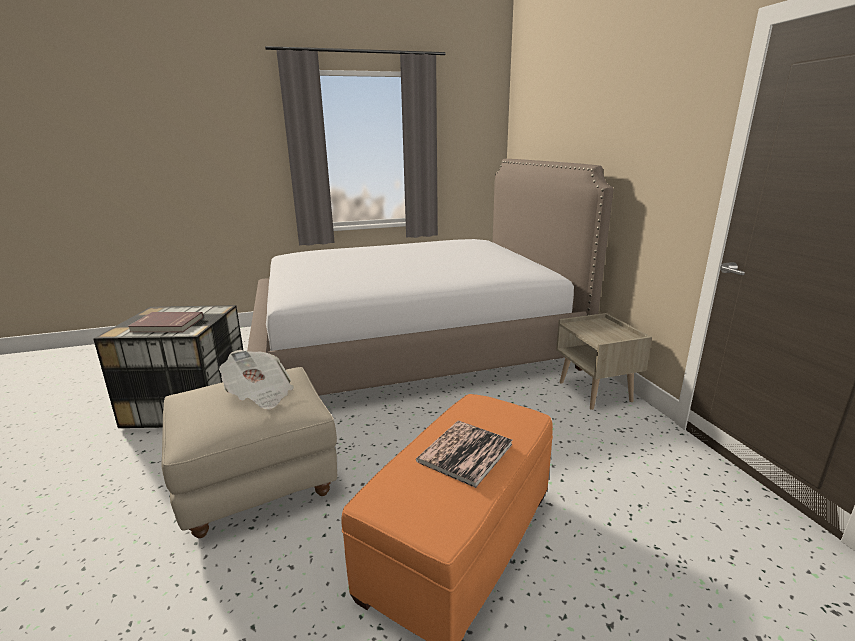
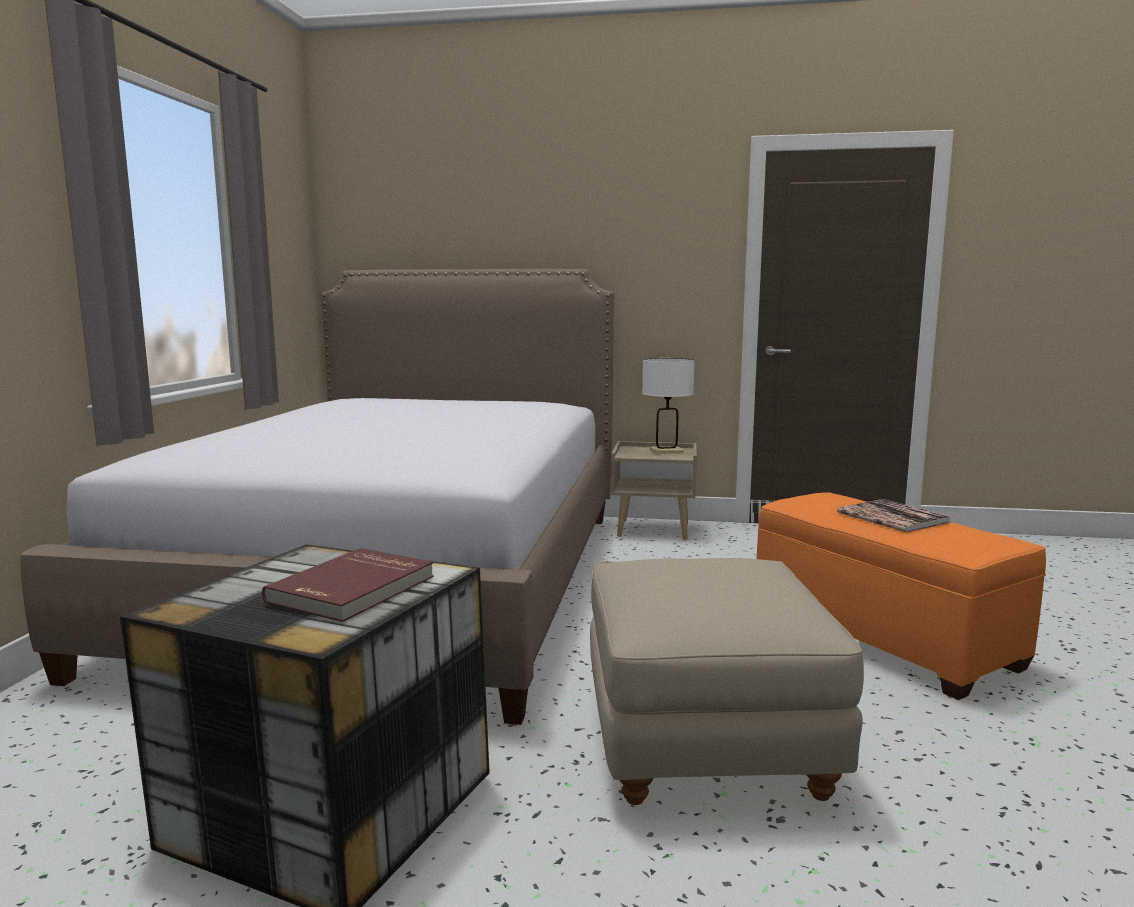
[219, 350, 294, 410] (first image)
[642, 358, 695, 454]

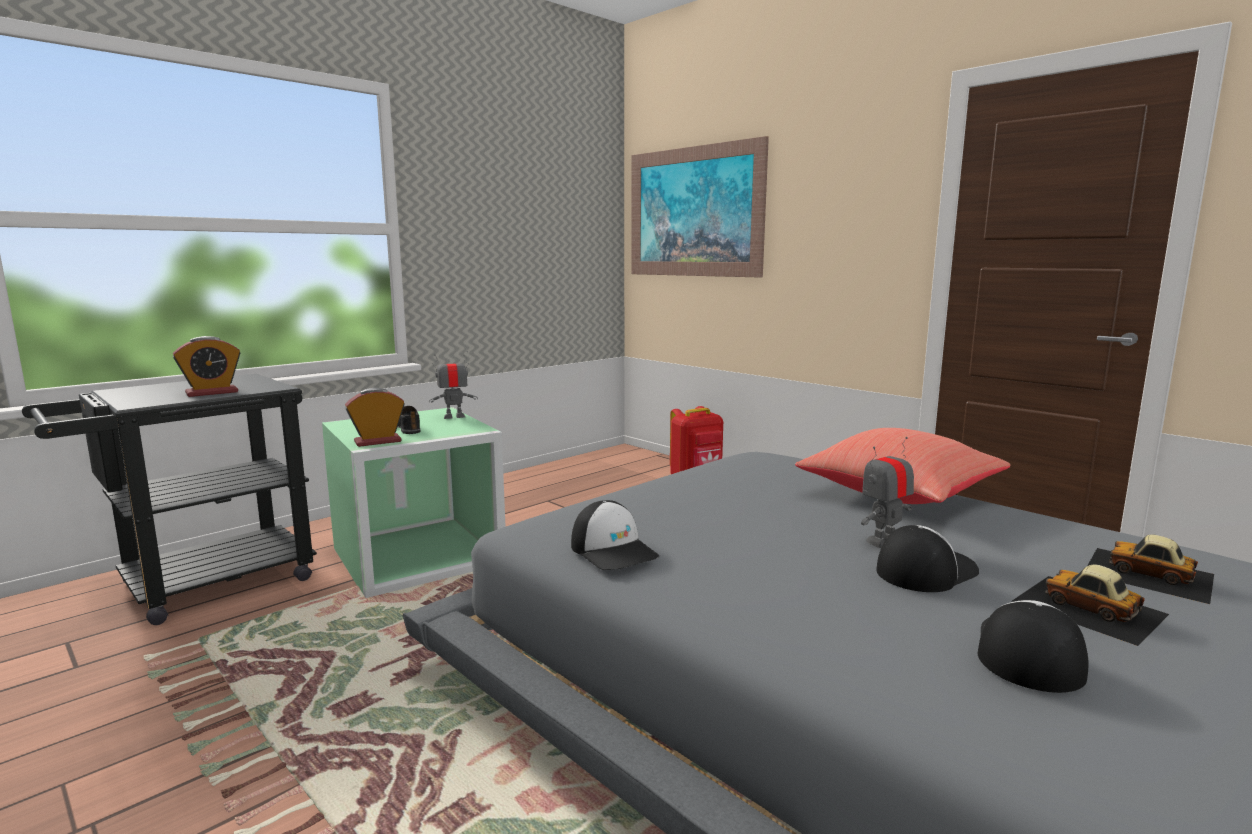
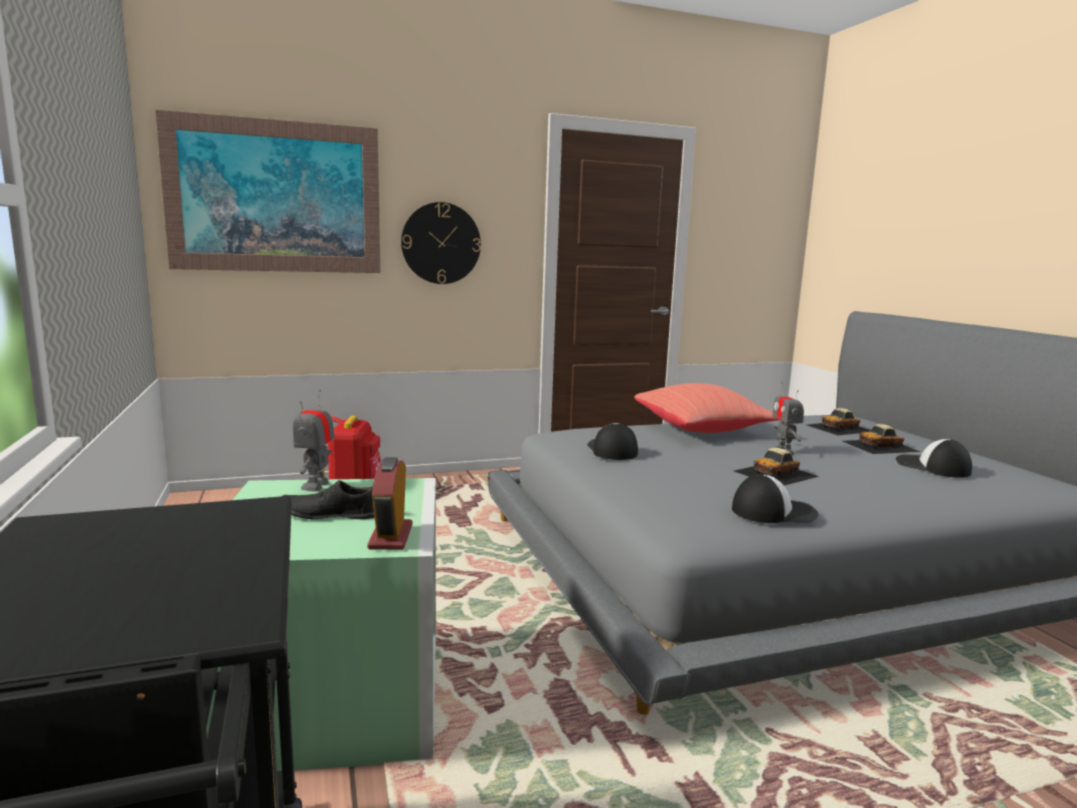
[173, 336, 240, 397] (first image)
[587, 423, 638, 460]
[401, 202, 481, 284]
[734, 448, 820, 486]

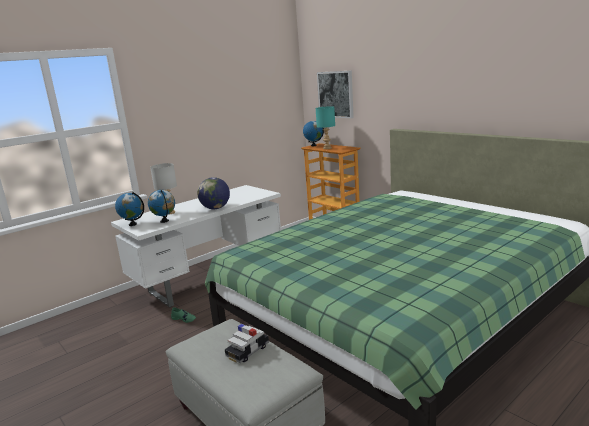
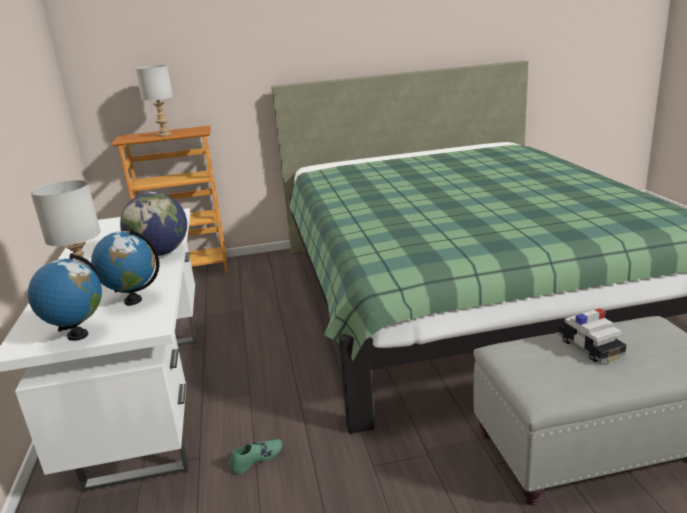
[303, 121, 324, 146] (first image)
[135, 65, 173, 137]
[317, 70, 354, 118] (first image)

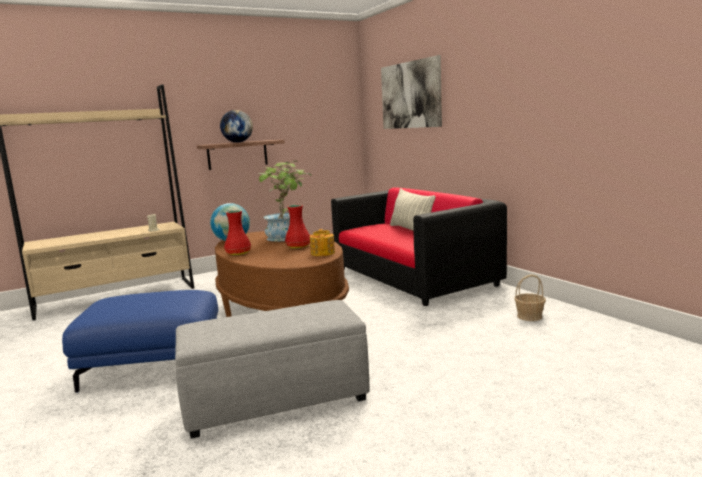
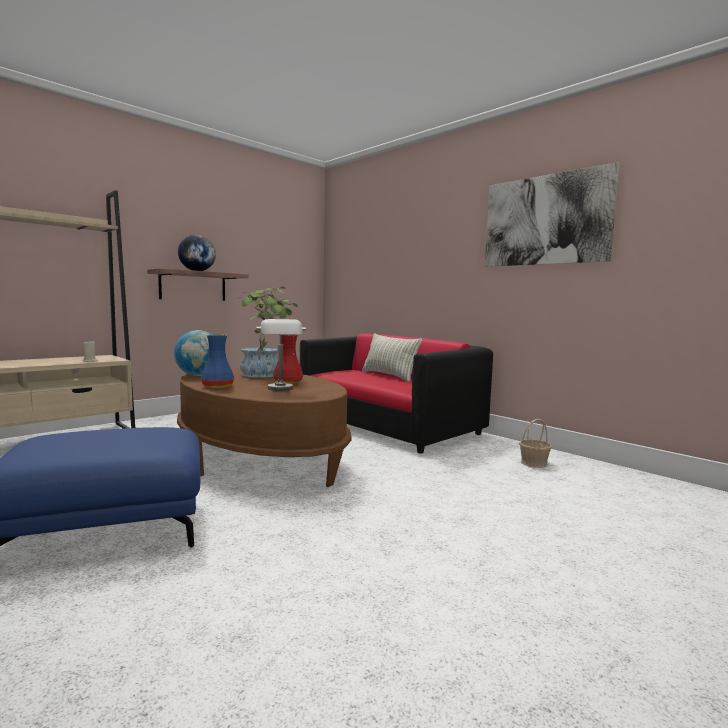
[175, 300, 370, 439] (first image)
[201, 335, 234, 389]
[310, 229, 335, 256] (first image)
[485, 162, 620, 267]
[256, 319, 306, 391]

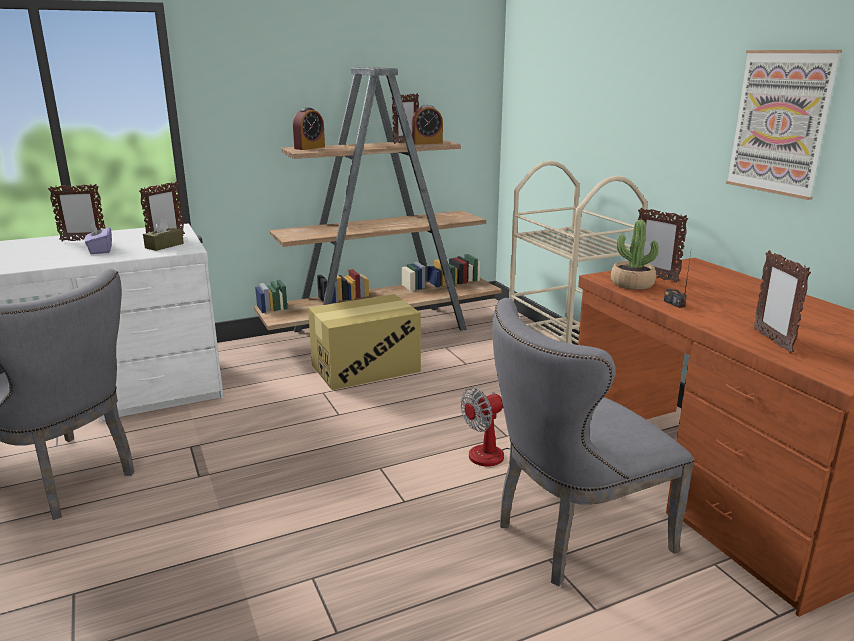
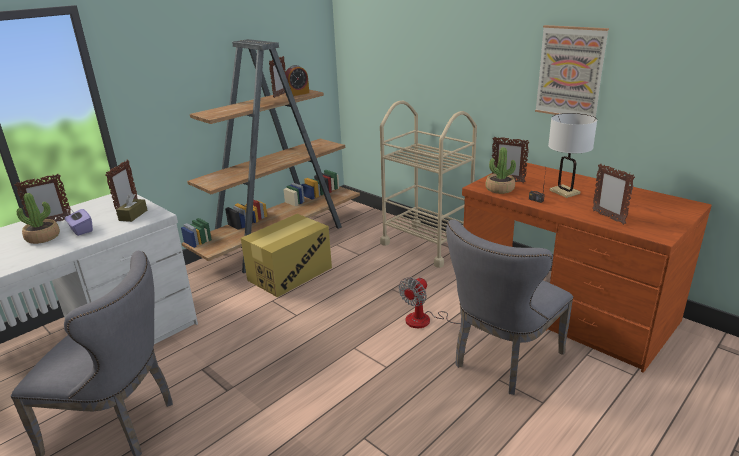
[293, 107, 325, 150] (first image)
[17, 193, 60, 244]
[548, 113, 597, 198]

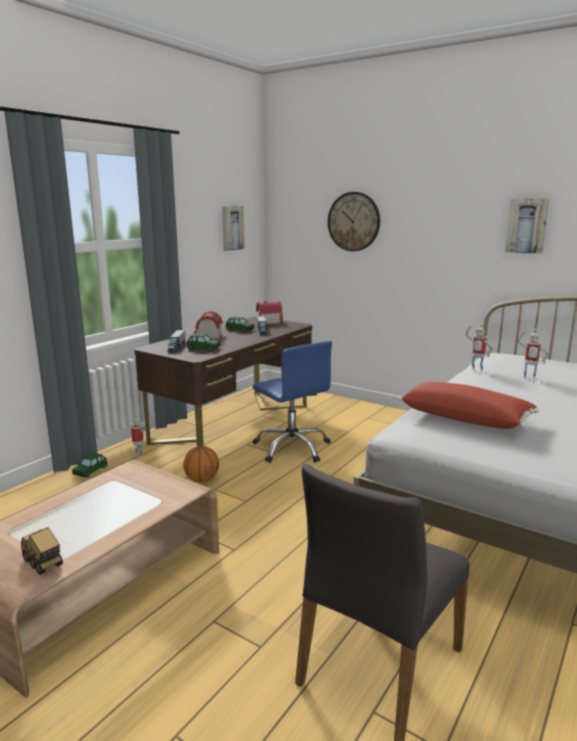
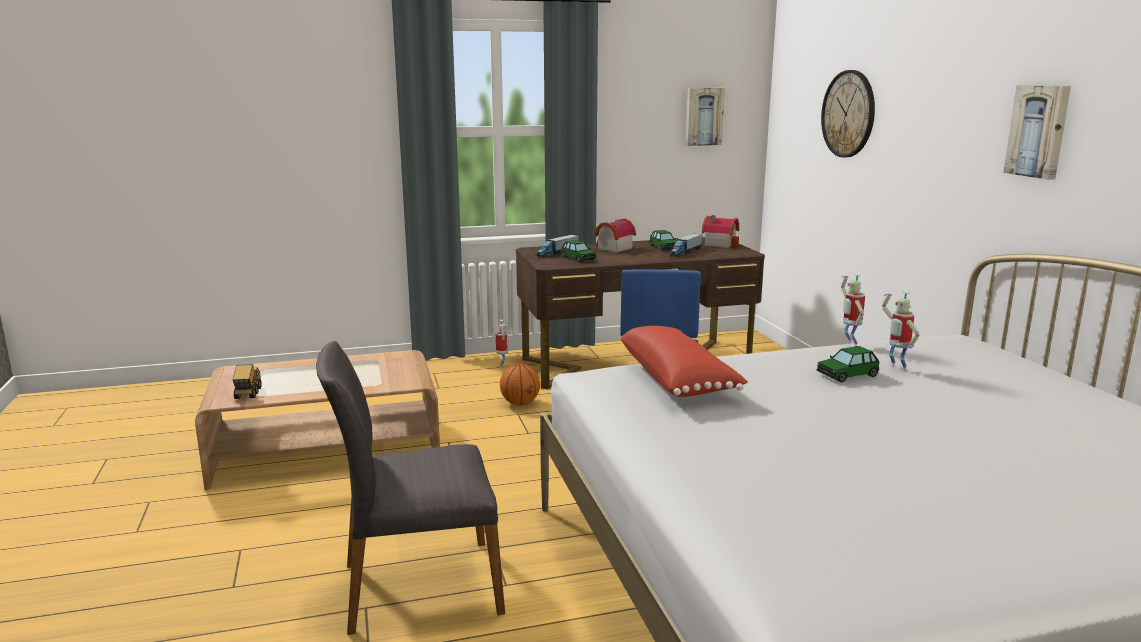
[816, 346, 880, 382]

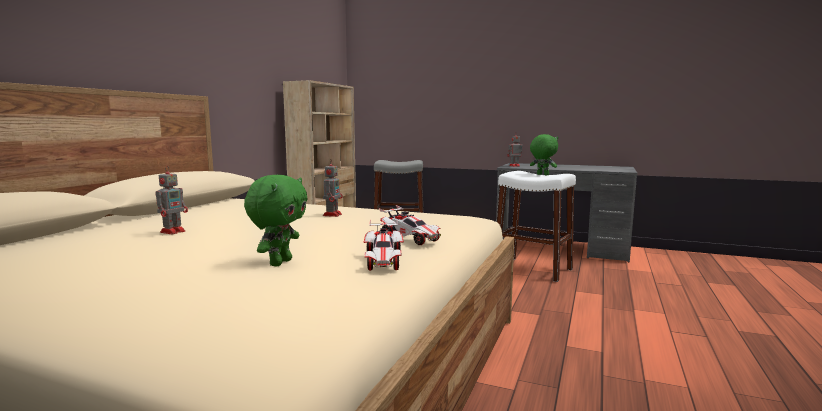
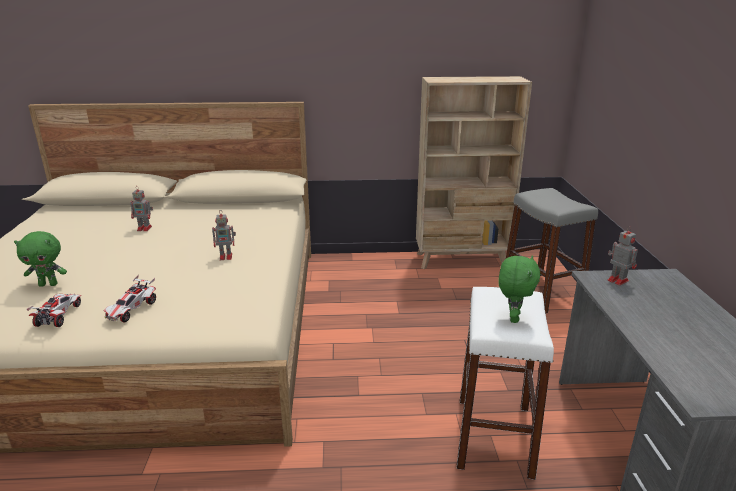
[27, 294, 81, 327]

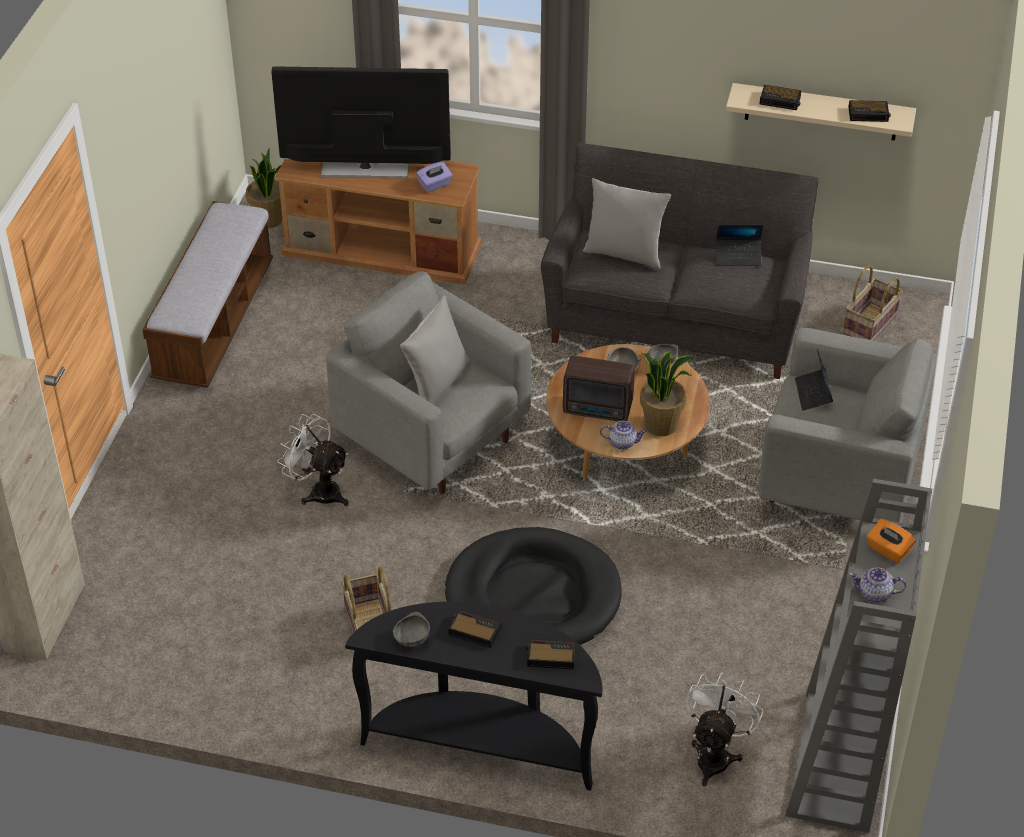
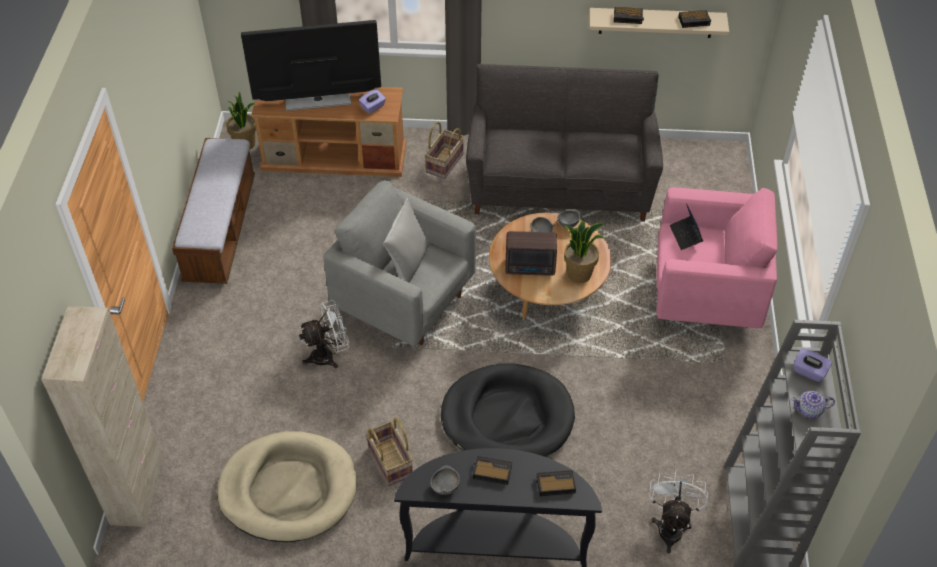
[299, 300, 349, 368]
[583, 178, 671, 269] (first image)
[600, 421, 647, 449] (first image)
[716, 225, 763, 265] (first image)
[656, 187, 777, 328]
[424, 122, 464, 179]
[793, 348, 832, 382]
[217, 431, 357, 542]

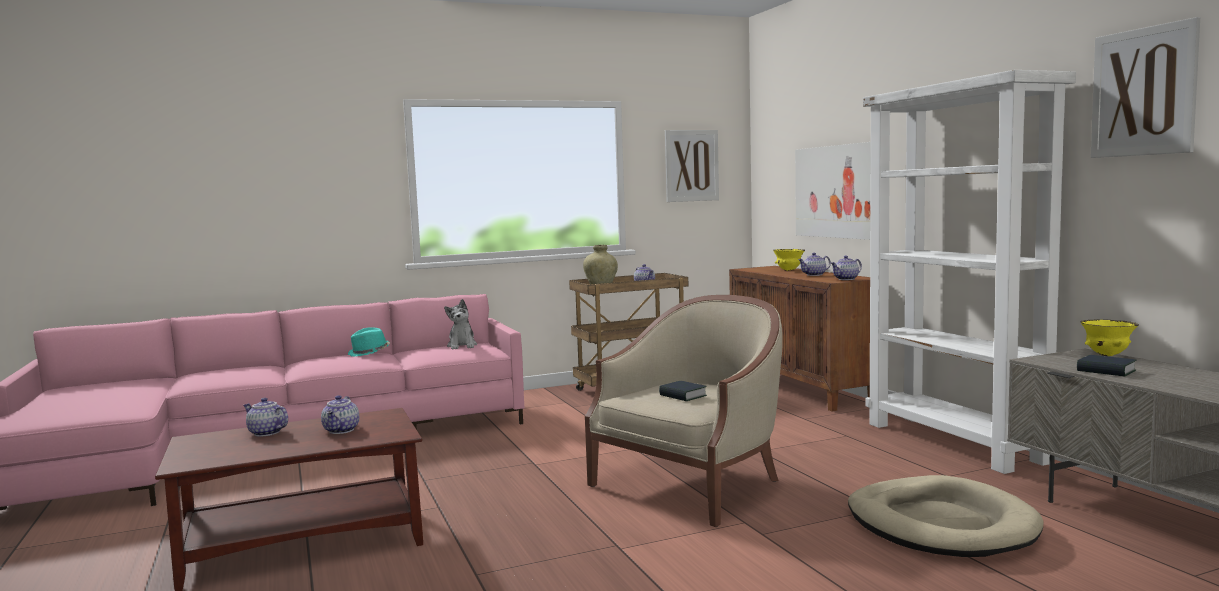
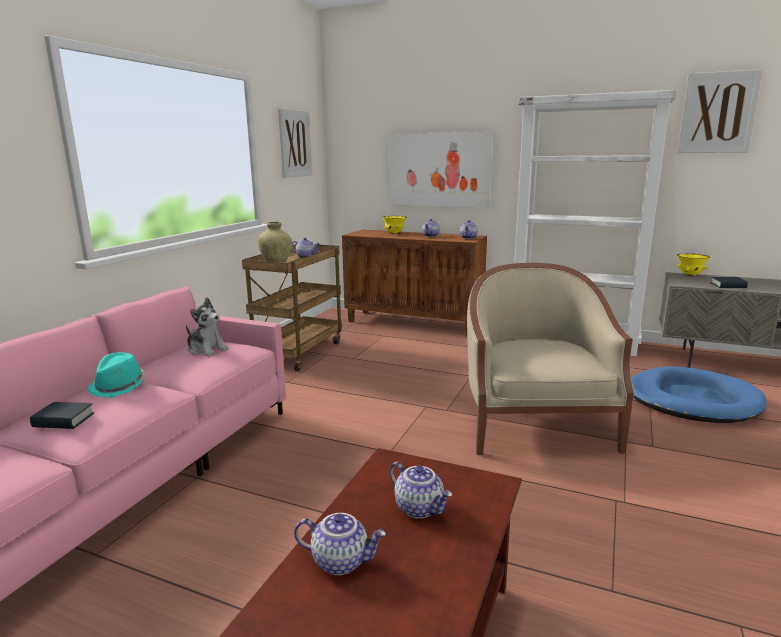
[294, 513, 386, 575]
[30, 402, 94, 429]
[631, 366, 767, 423]

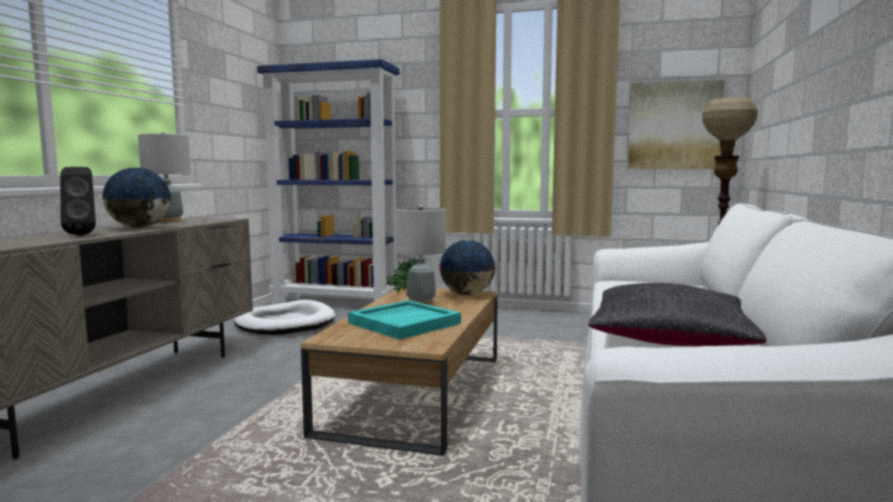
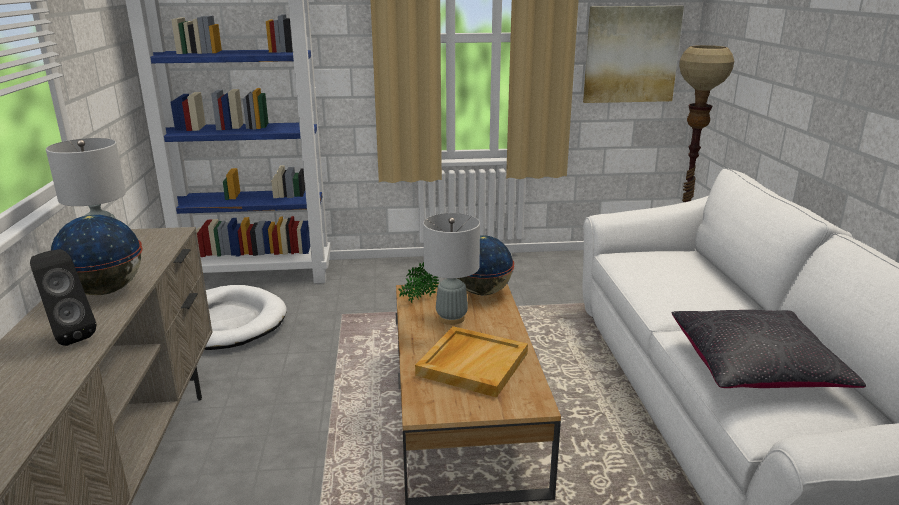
[415, 326, 528, 398]

